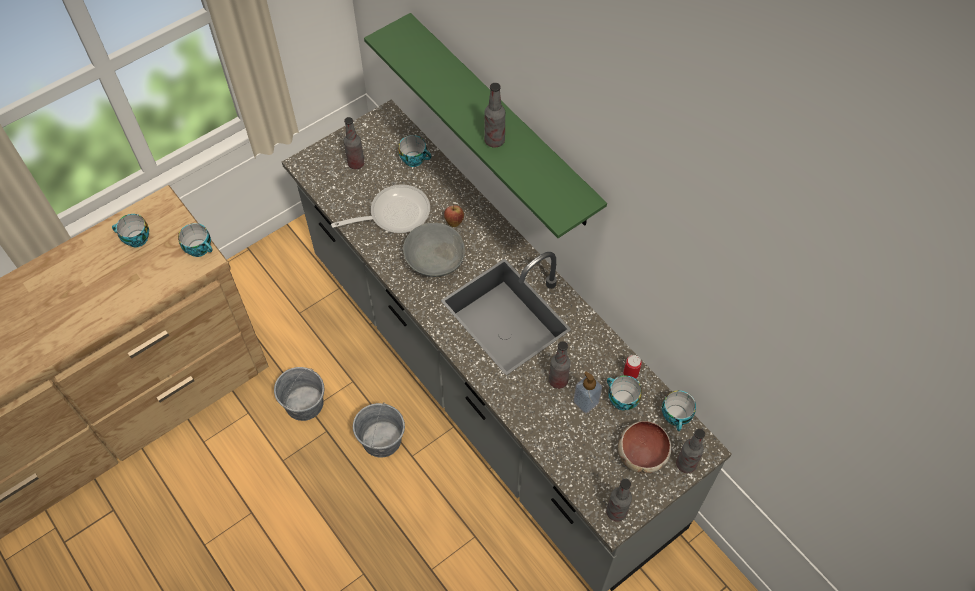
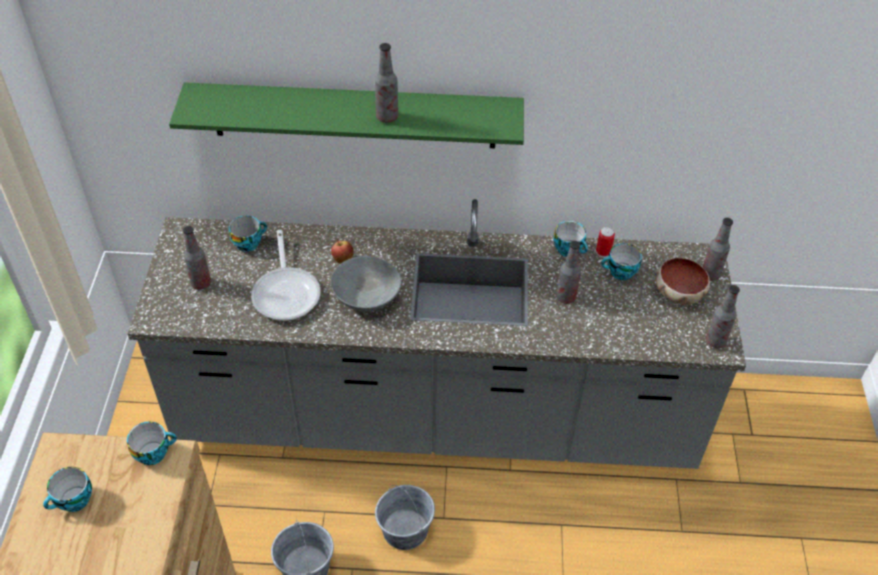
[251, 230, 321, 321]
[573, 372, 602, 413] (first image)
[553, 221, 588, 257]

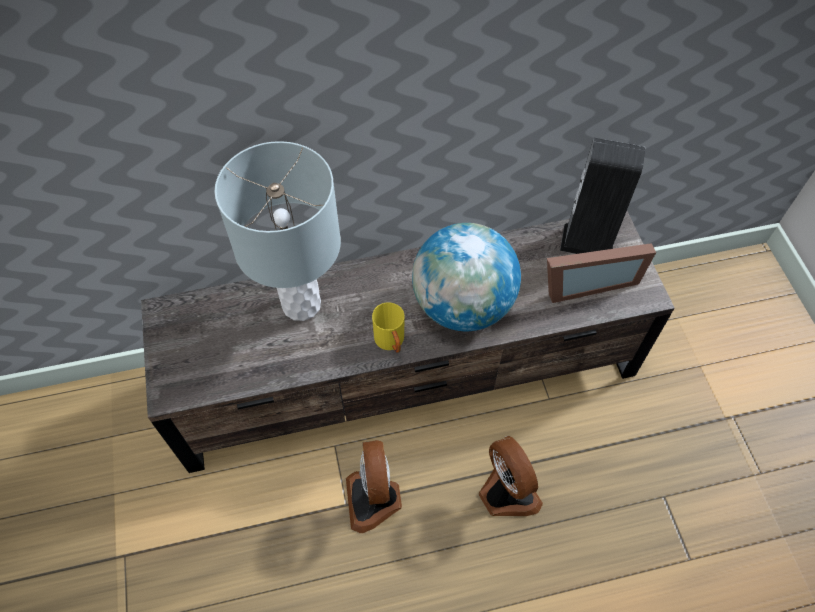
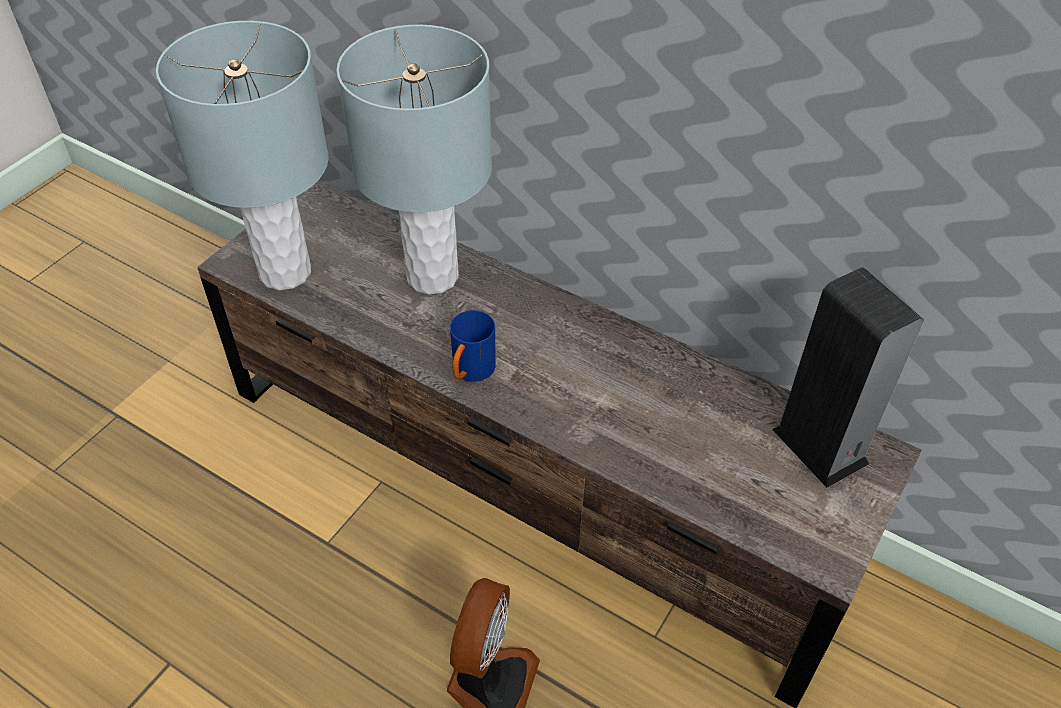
[346, 440, 402, 533] (first image)
[450, 310, 496, 382]
[412, 223, 521, 331] (first image)
[547, 243, 656, 303] (first image)
[156, 21, 329, 290]

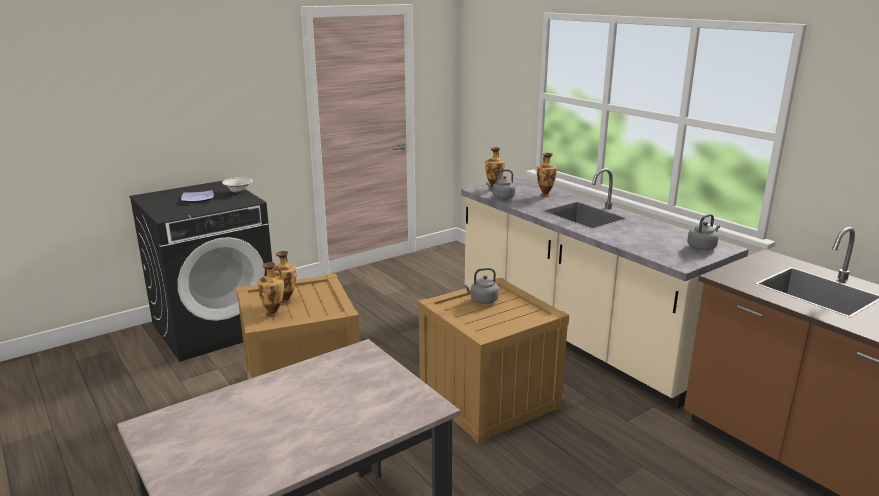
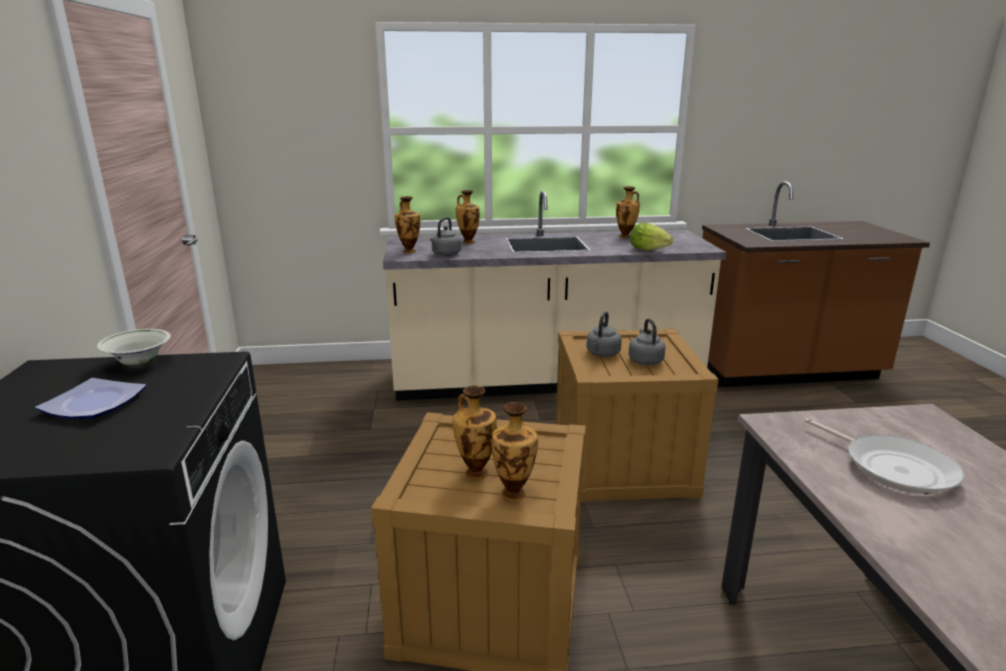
[629, 318, 666, 365]
[616, 186, 640, 238]
[630, 223, 673, 250]
[805, 418, 964, 494]

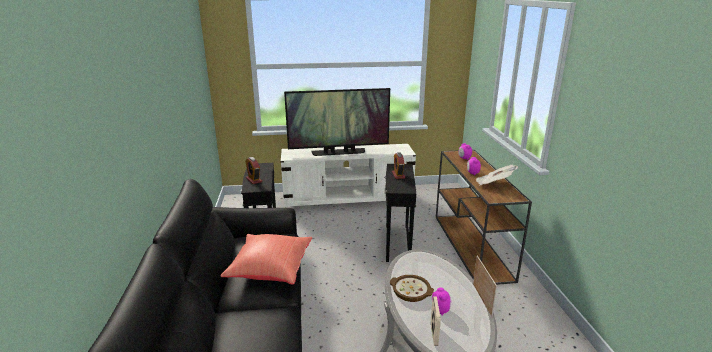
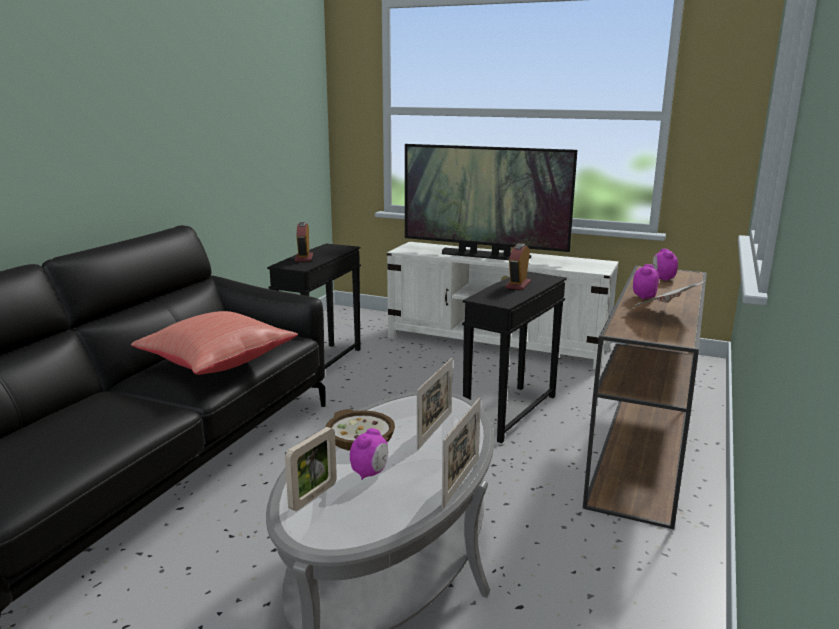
[417, 358, 453, 450]

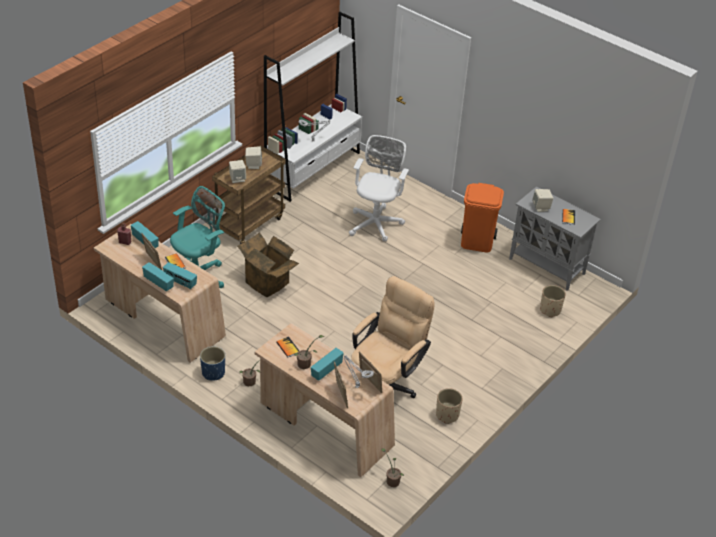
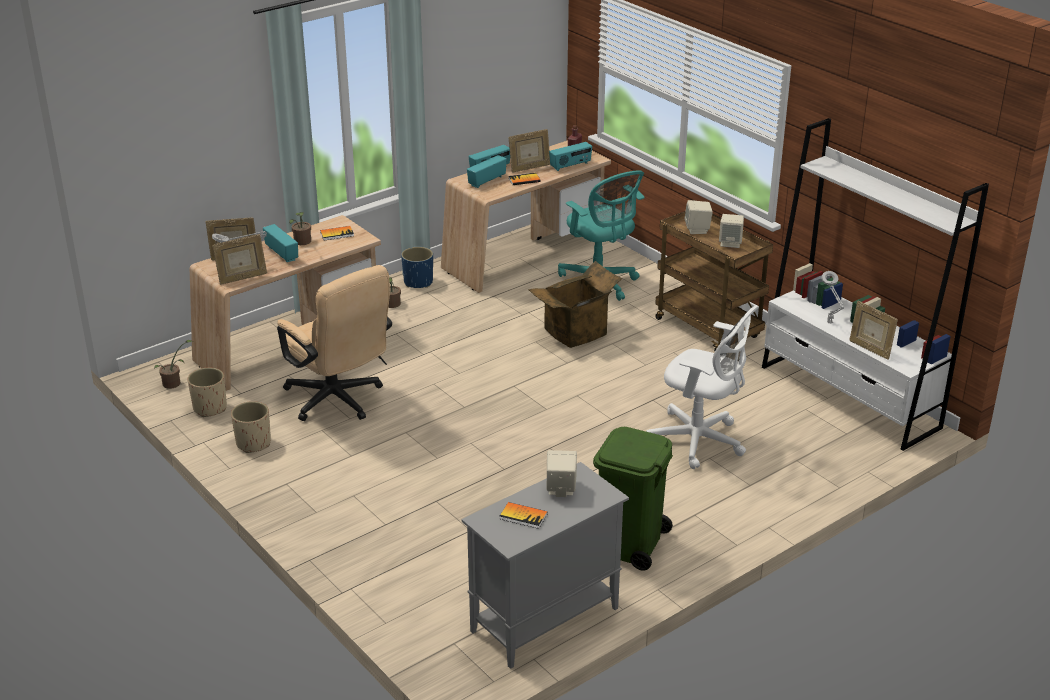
[593, 427, 673, 571]
[187, 368, 227, 417]
[849, 301, 898, 360]

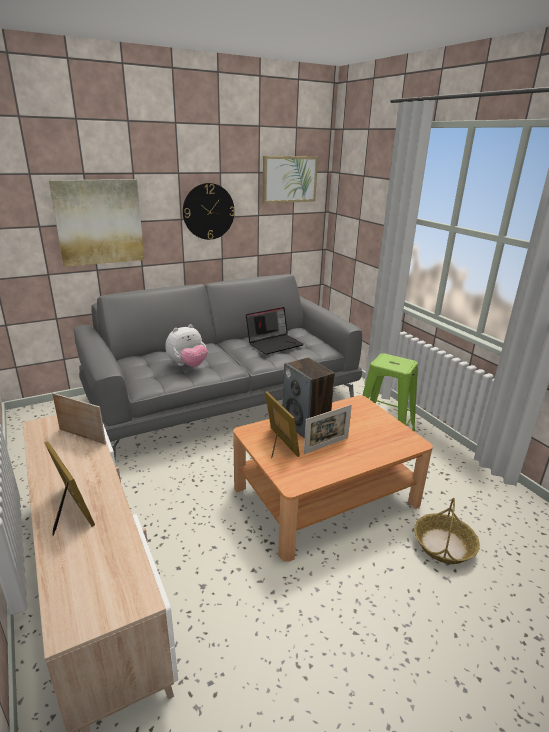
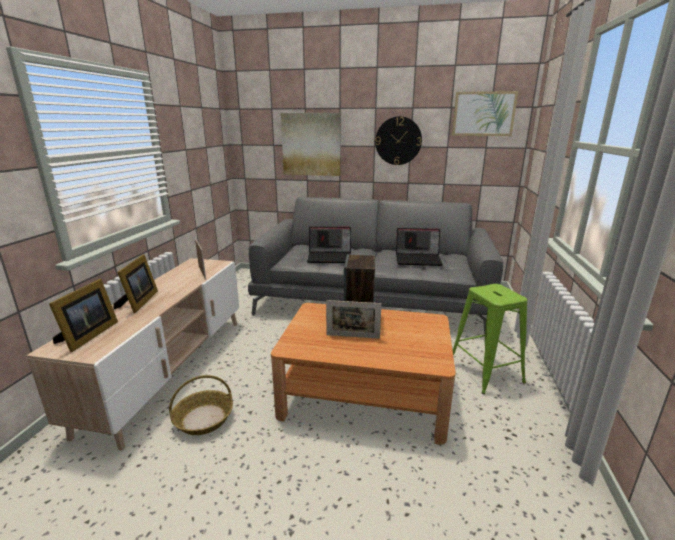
[307, 227, 351, 263]
[49, 279, 118, 352]
[169, 375, 233, 435]

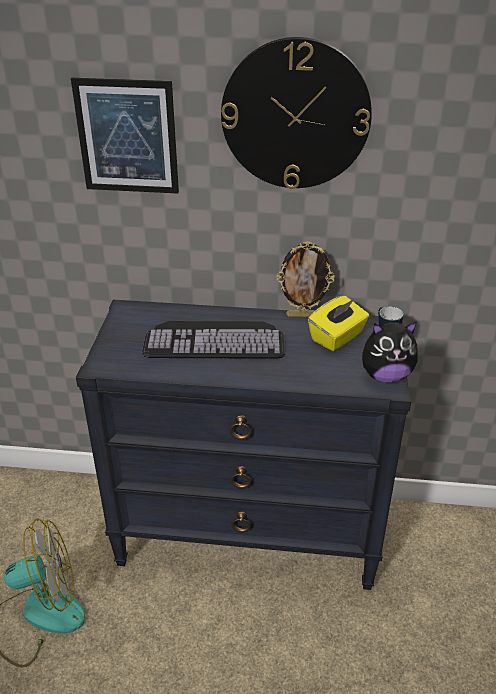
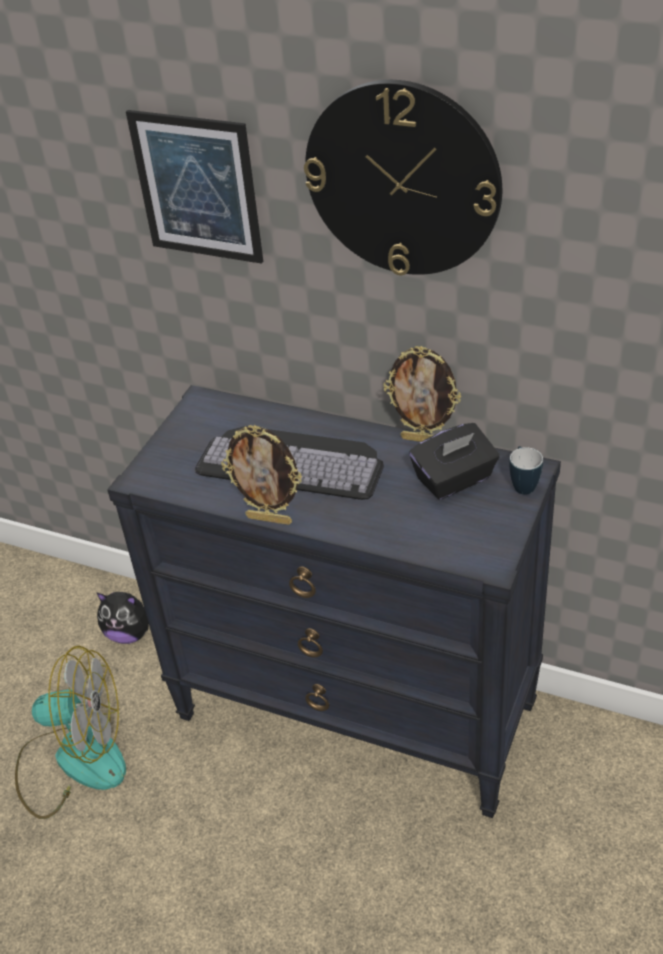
[409, 423, 499, 500]
[96, 592, 149, 644]
[221, 425, 302, 525]

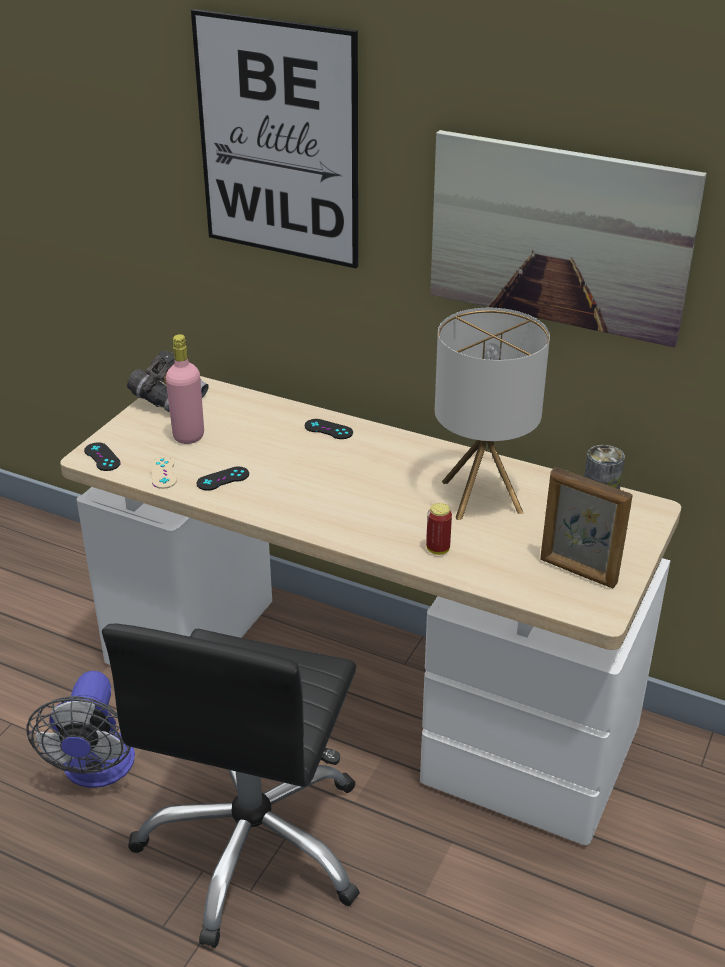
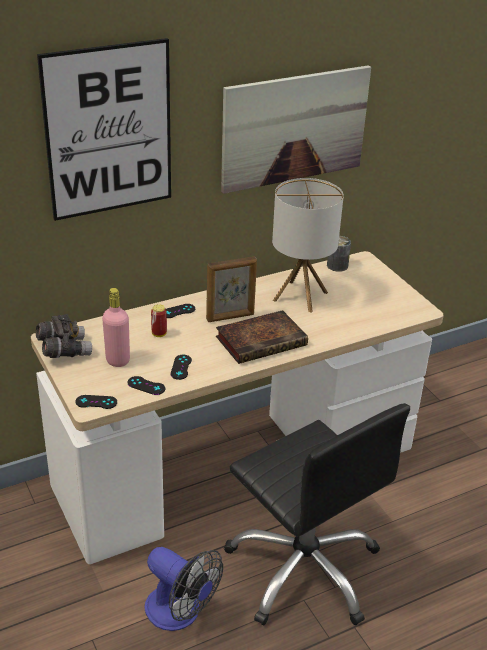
[127, 376, 165, 395]
[151, 304, 167, 337]
[206, 257, 257, 322]
[216, 310, 308, 364]

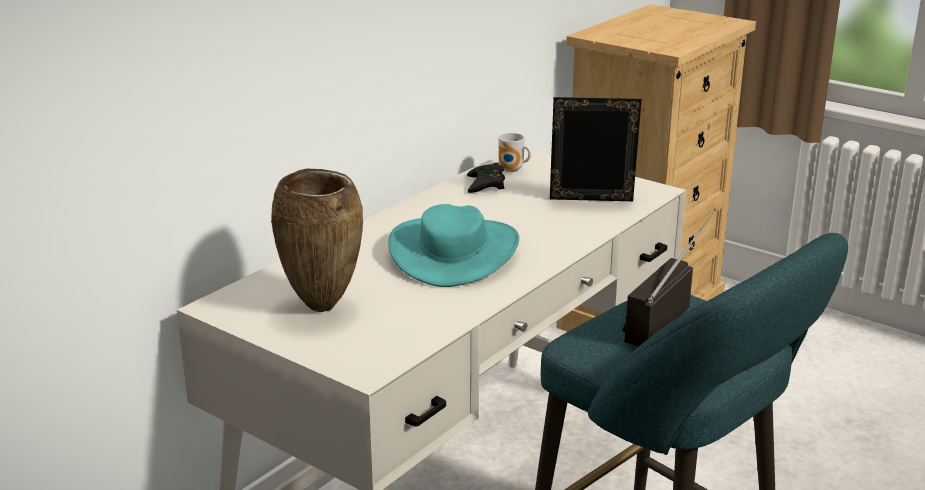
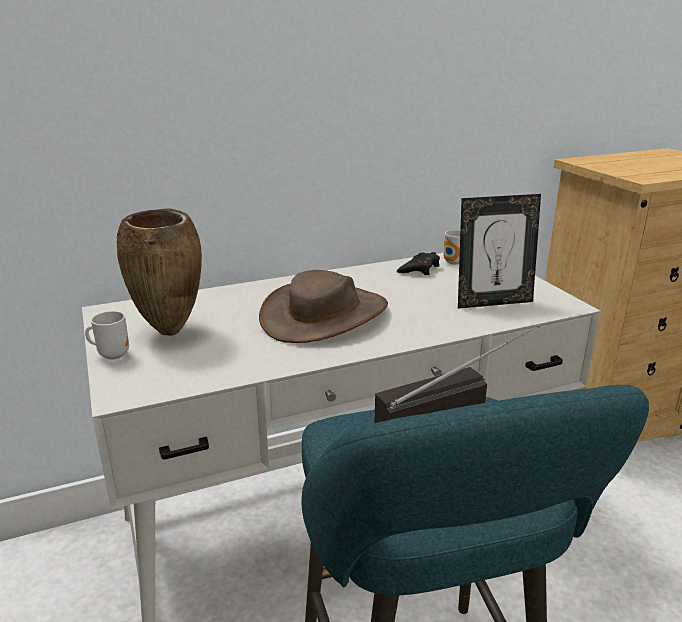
[259, 270, 388, 343]
[458, 194, 541, 309]
[85, 311, 129, 360]

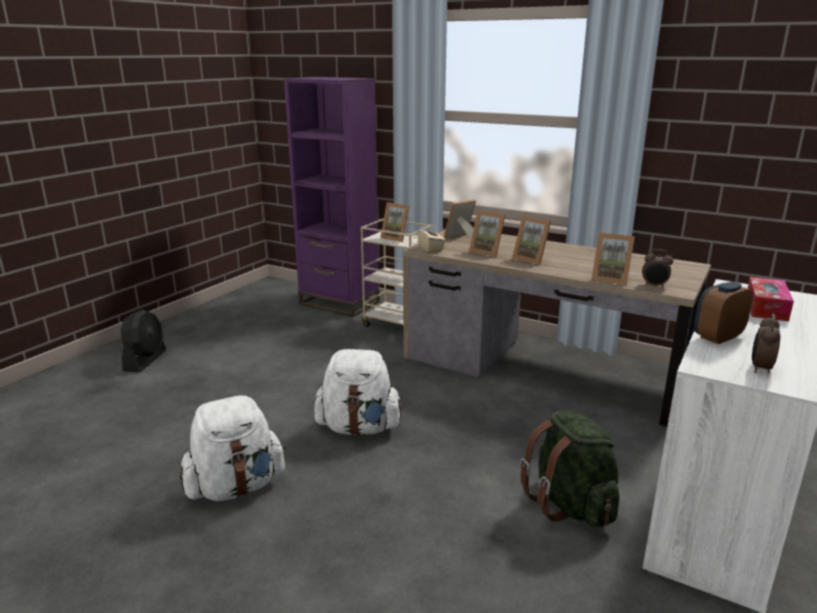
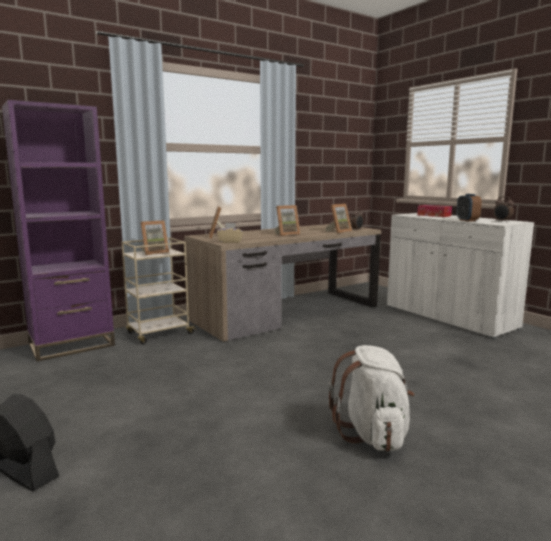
[314, 349, 404, 435] (first image)
[469, 210, 505, 257] (first image)
[520, 410, 619, 527] (first image)

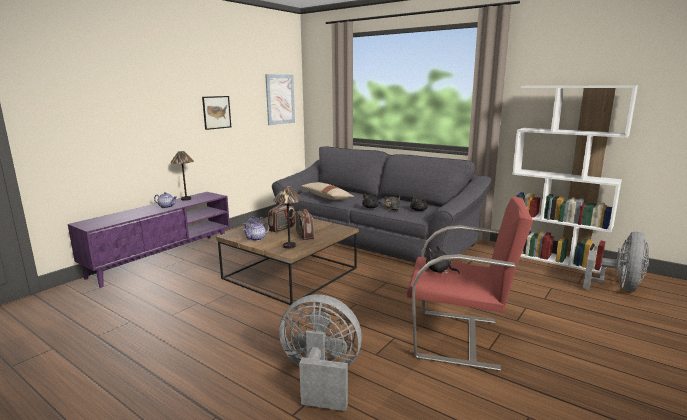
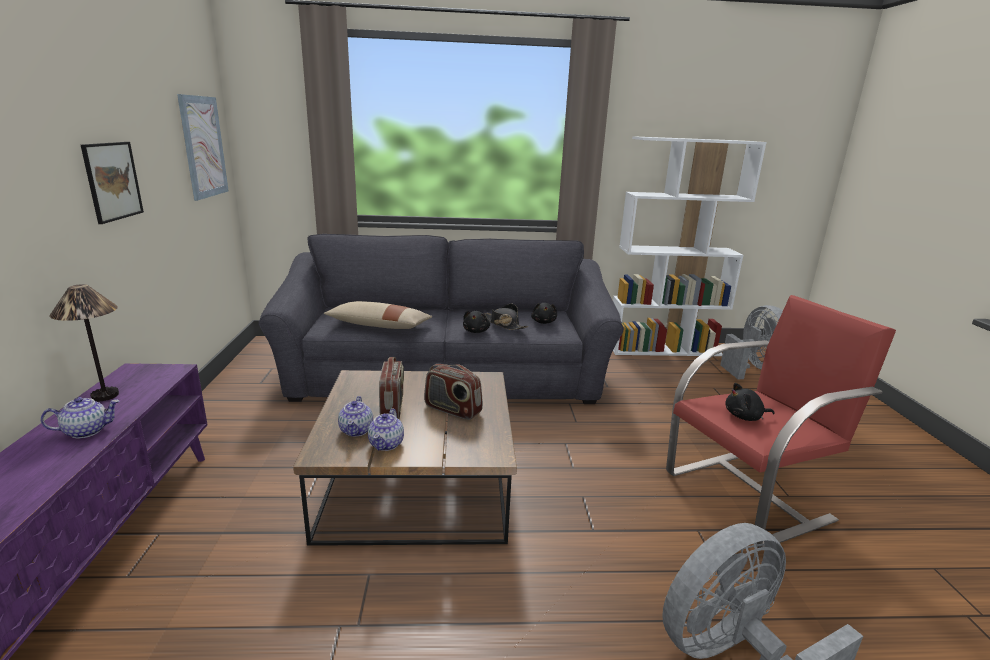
[273, 186, 302, 249] (first image)

